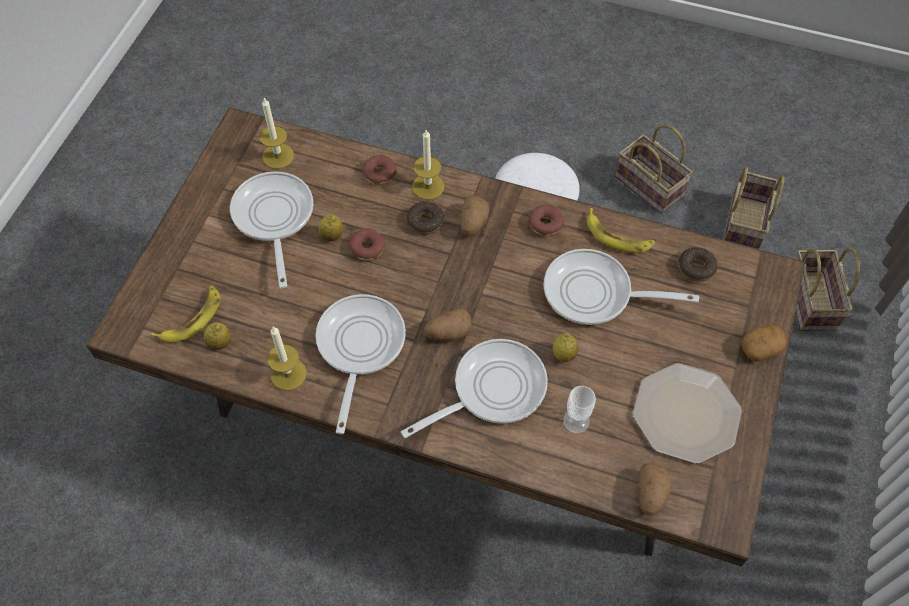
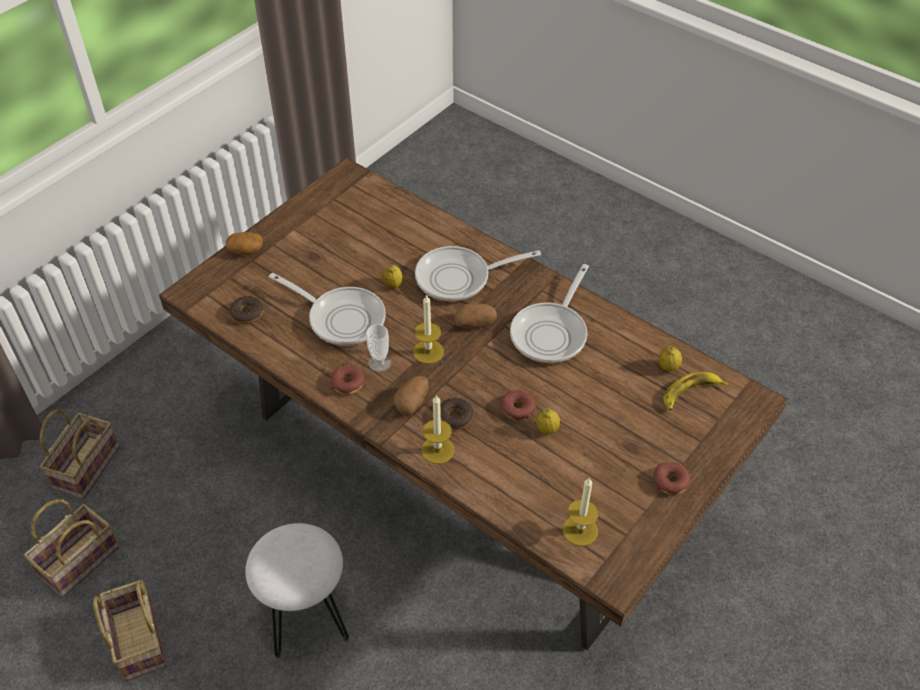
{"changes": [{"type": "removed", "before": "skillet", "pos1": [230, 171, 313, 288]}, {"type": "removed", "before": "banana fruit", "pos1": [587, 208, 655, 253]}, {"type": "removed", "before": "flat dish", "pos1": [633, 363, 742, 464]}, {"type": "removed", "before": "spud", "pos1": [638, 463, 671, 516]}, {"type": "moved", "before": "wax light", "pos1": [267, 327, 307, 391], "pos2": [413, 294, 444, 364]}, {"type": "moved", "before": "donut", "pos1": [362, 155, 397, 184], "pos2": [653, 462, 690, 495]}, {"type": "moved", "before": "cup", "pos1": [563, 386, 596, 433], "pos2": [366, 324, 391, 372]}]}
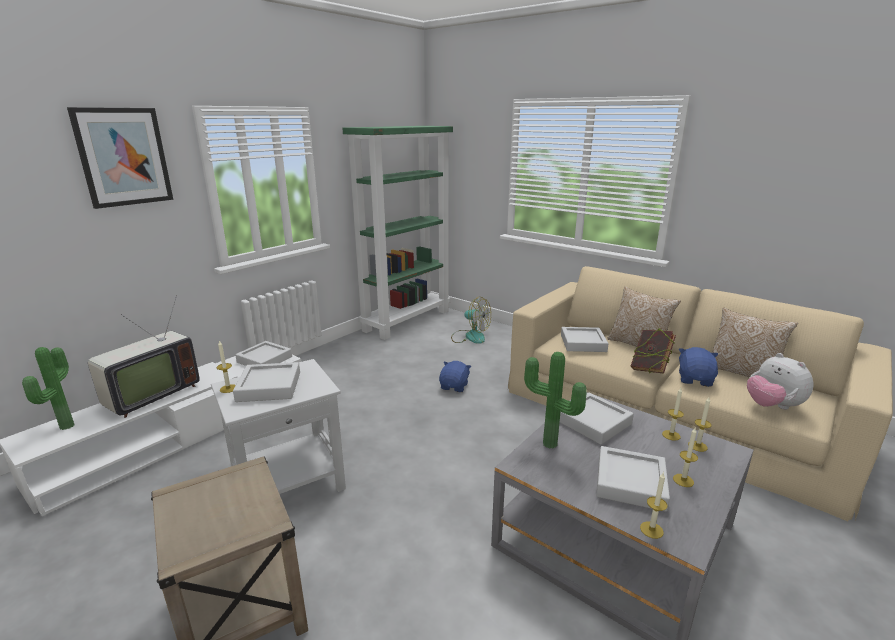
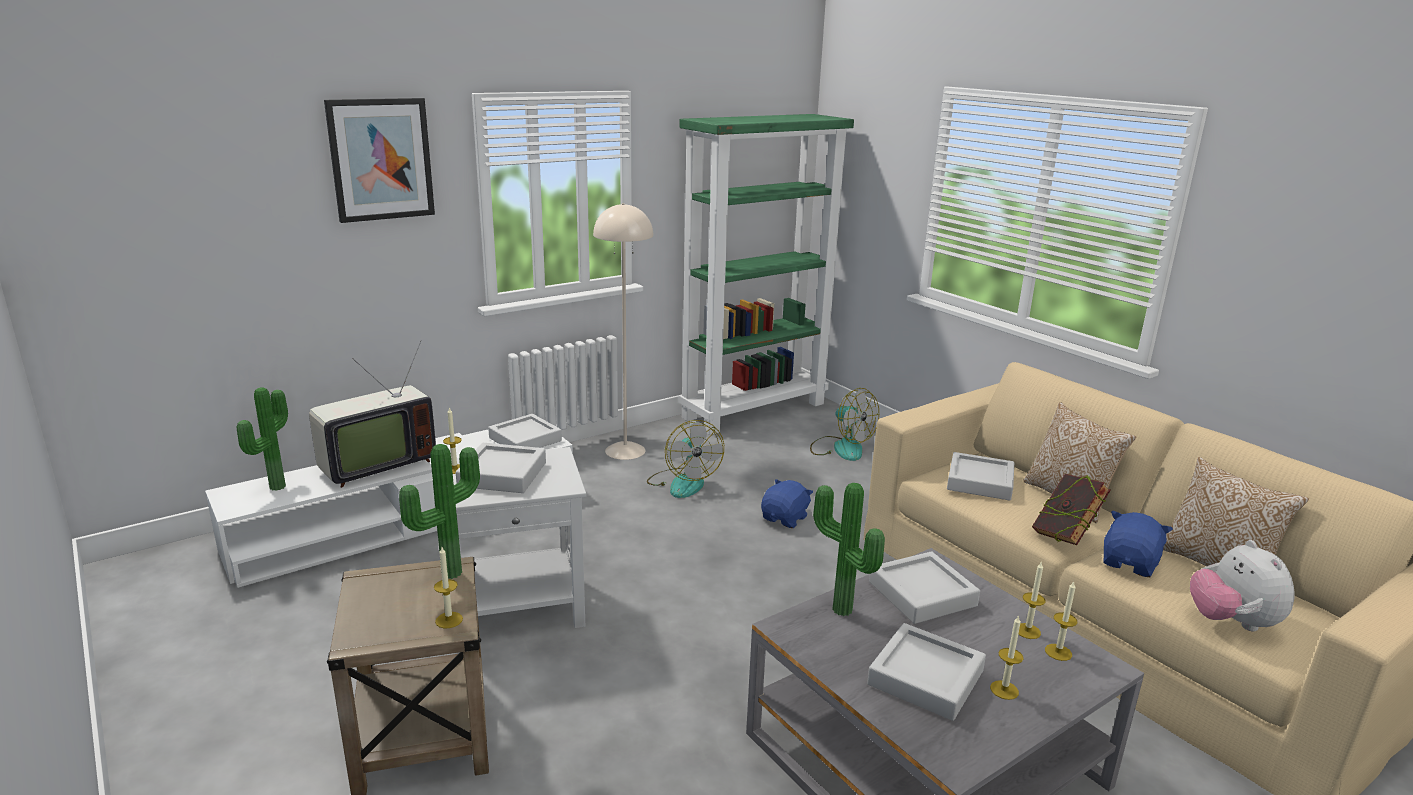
{"changes": [{"type": "added", "after": "houseplant", "pos2": [399, 444, 480, 579]}, {"type": "added", "after": "standing lamp (beige)", "pos2": [593, 203, 654, 460]}, {"type": "added", "after": "electric fan", "pos2": [647, 420, 724, 498]}, {"type": "moved", "before": "wax light", "pos1": [640, 472, 667, 539], "pos2": [434, 547, 463, 628]}]}
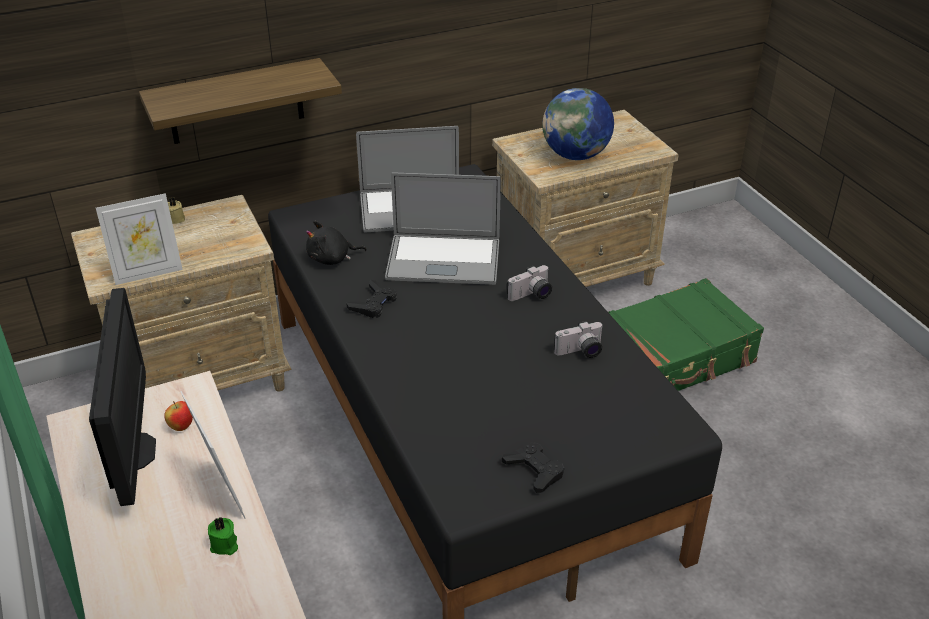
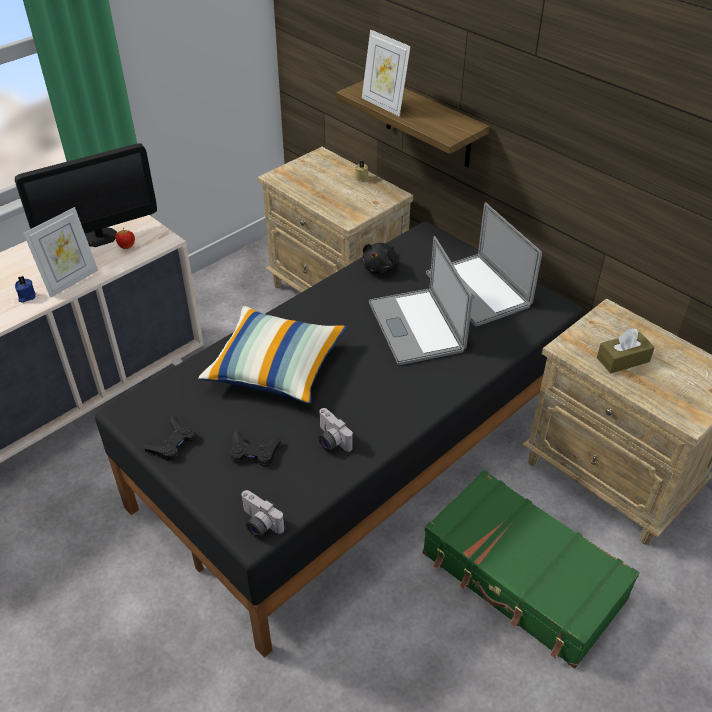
{"changes": [{"type": "added", "after": "cushion", "pos2": [198, 306, 348, 404]}, {"type": "moved", "before": "standing frame", "pos1": [96, 193, 183, 285], "pos2": [362, 30, 411, 116]}, {"type": "moved", "before": "gamepad (blackish)", "pos1": [346, 280, 397, 318], "pos2": [230, 430, 281, 467]}, {"type": "moved", "before": "photo camera", "pos1": [507, 265, 552, 301], "pos2": [242, 490, 285, 538]}, {"type": "replaced", "before": "desk globe", "after": "box of tissues (brown-coloured)", "pos1": [542, 88, 614, 160], "pos2": [597, 328, 655, 374]}, {"type": "recoloured", "before": "wax light (green-coloured)", "after": "wax light (bluish)", "pos1": [208, 518, 238, 555], "pos2": [15, 276, 35, 303]}, {"type": "turned", "before": "soft toy (blackish)", "pos1": [306, 221, 367, 265], "pos2": [362, 243, 399, 274], "turn": -120}]}
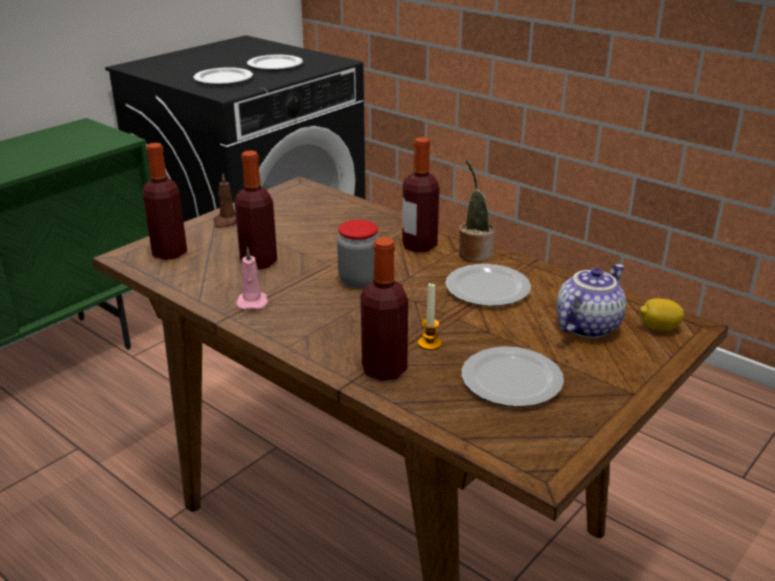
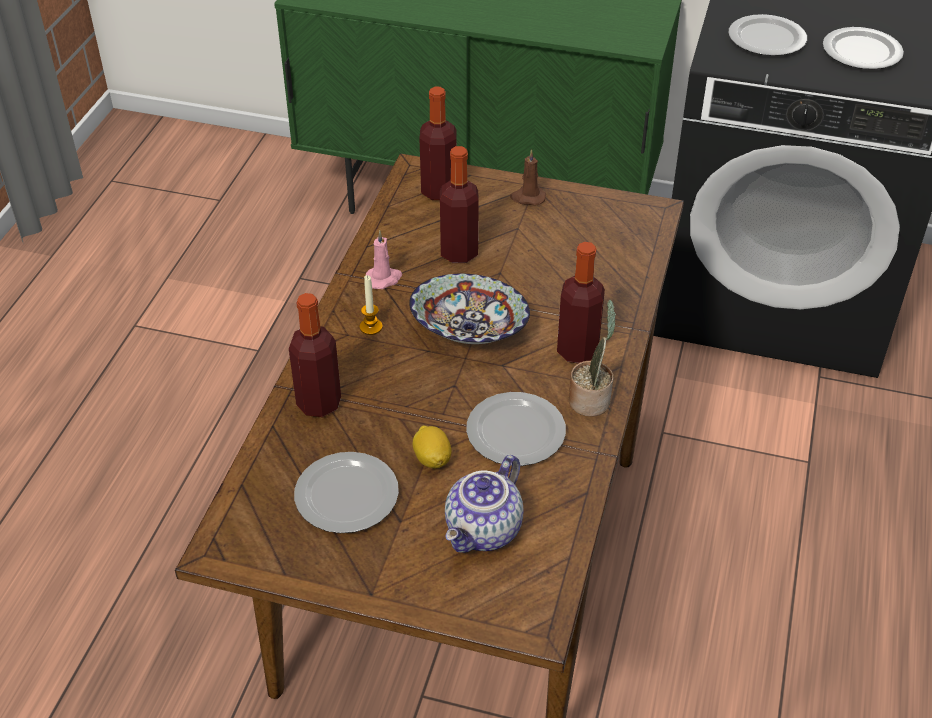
{"changes": [{"type": "moved", "before": "wax light", "pos1": [418, 282, 442, 350], "pos2": [360, 275, 383, 335]}, {"type": "moved", "before": "citrus fruit", "pos1": [640, 298, 684, 331], "pos2": [413, 425, 451, 468]}, {"type": "replaced", "before": "preserve jar", "after": "deep dish", "pos1": [337, 220, 379, 288], "pos2": [409, 274, 530, 344]}, {"type": "turned", "before": "tea pot", "pos1": [556, 264, 626, 338], "pos2": [445, 455, 523, 553], "turn": 105}]}
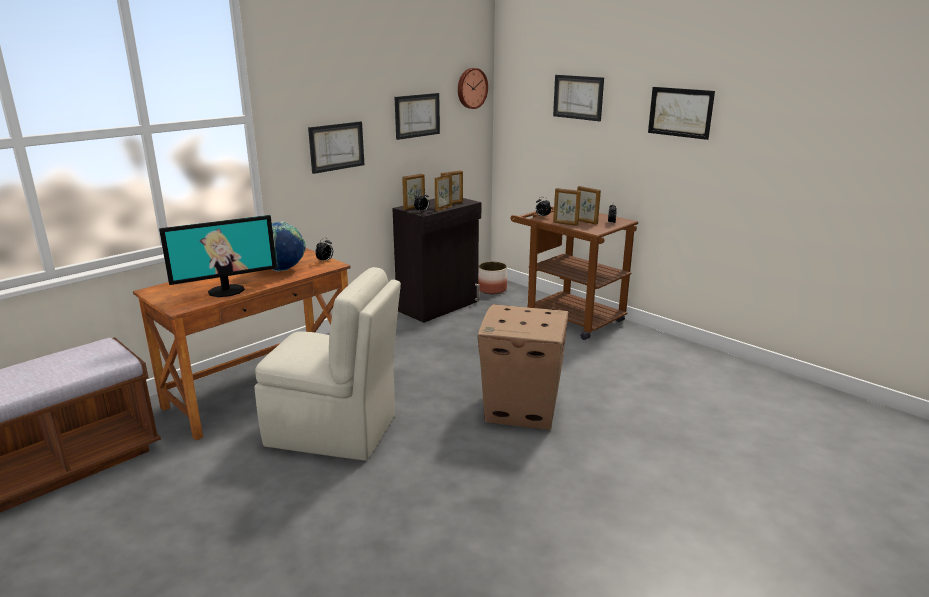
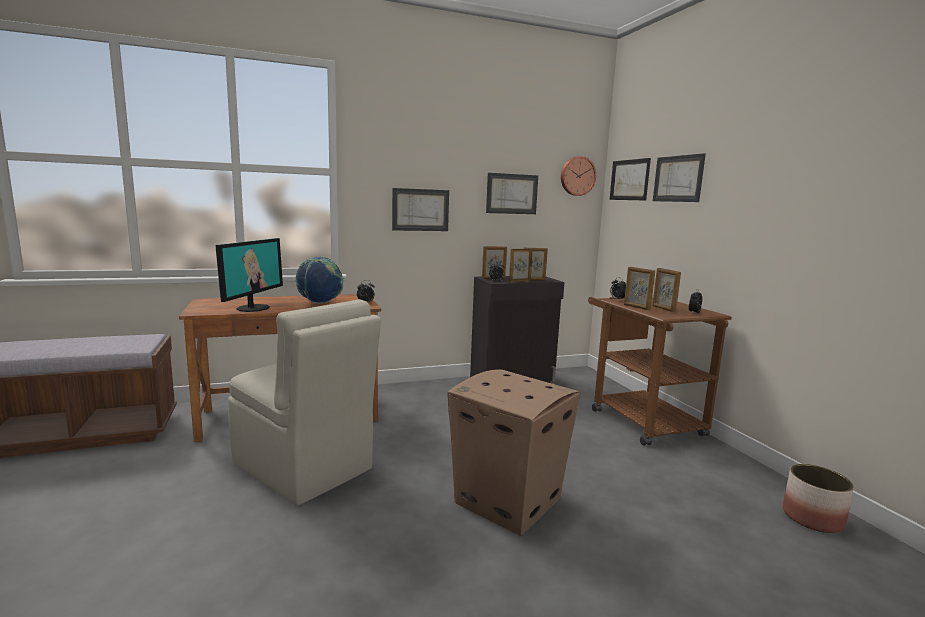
{"changes": [{"type": "moved", "before": "flower pot", "pos1": [478, 262, 507, 294], "pos2": [783, 464, 854, 533]}, {"type": "moved", "before": "wall art", "pos1": [648, 87, 715, 140], "pos2": [610, 158, 651, 200]}, {"type": "turned", "before": "computer screen", "pos1": [159, 215, 277, 297], "pos2": [216, 238, 283, 312], "turn": -75}]}
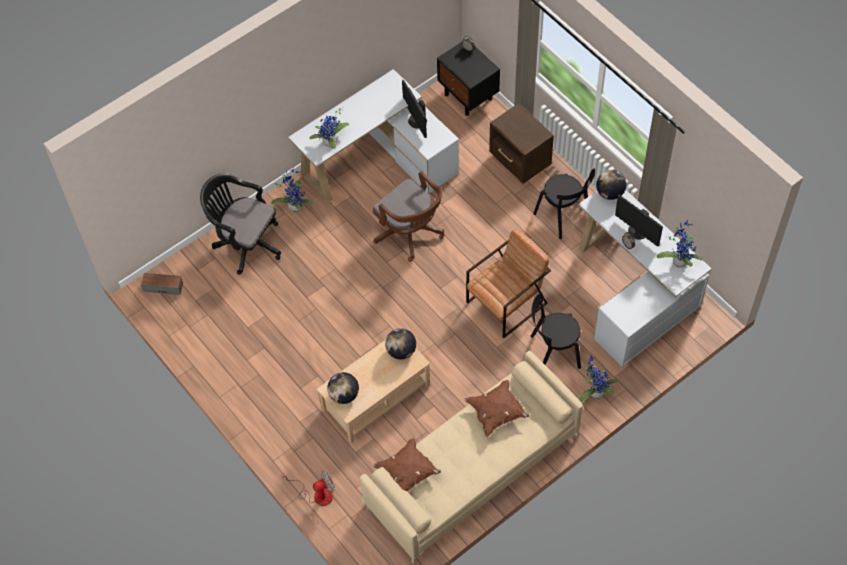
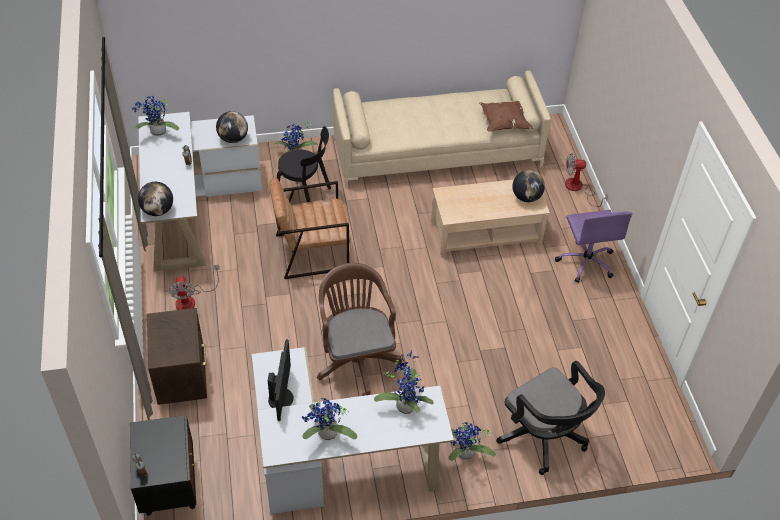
{"changes": [{"type": "removed", "before": "speaker", "pos1": [141, 273, 183, 295]}, {"type": "removed", "before": "cushion (brown-coloured)", "pos1": [465, 380, 529, 437]}, {"type": "removed", "before": "computer screen", "pos1": [615, 195, 663, 247]}, {"type": "added", "after": "houseplant", "pos2": [302, 398, 357, 440]}, {"type": "added", "after": "computer chair (purple)", "pos2": [555, 210, 632, 283]}, {"type": "moved", "before": "desk globe", "pos1": [385, 328, 416, 359], "pos2": [216, 111, 248, 143]}, {"type": "replaced", "before": "plain chair (blackish)", "after": "electric fan", "pos1": [533, 168, 595, 239], "pos2": [169, 265, 220, 310]}]}
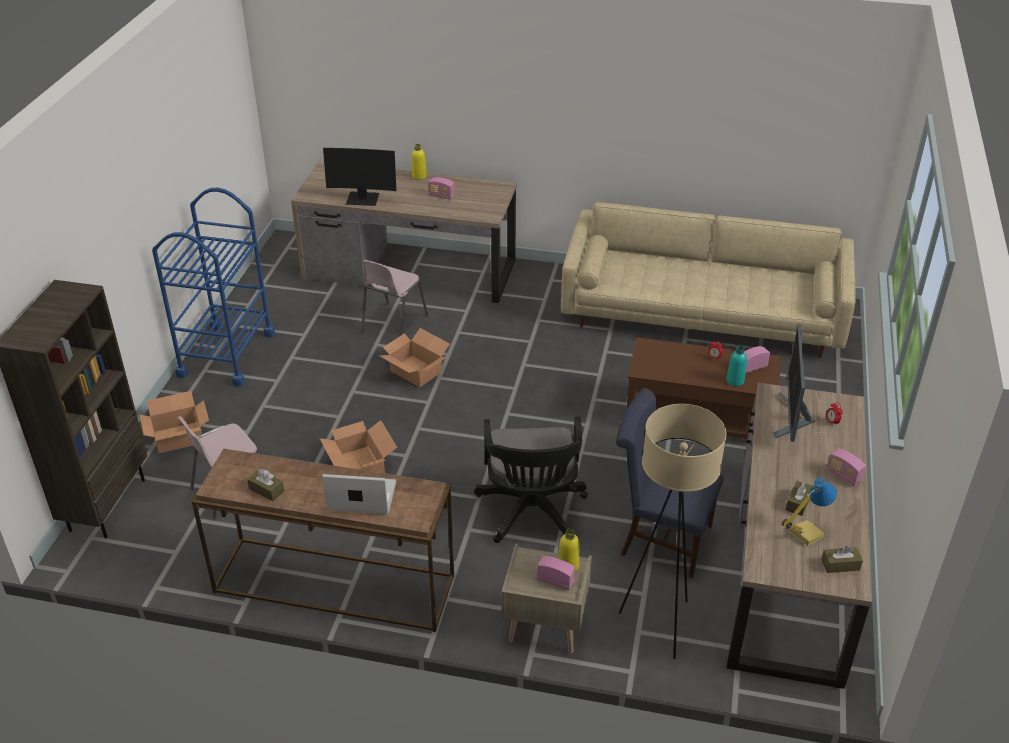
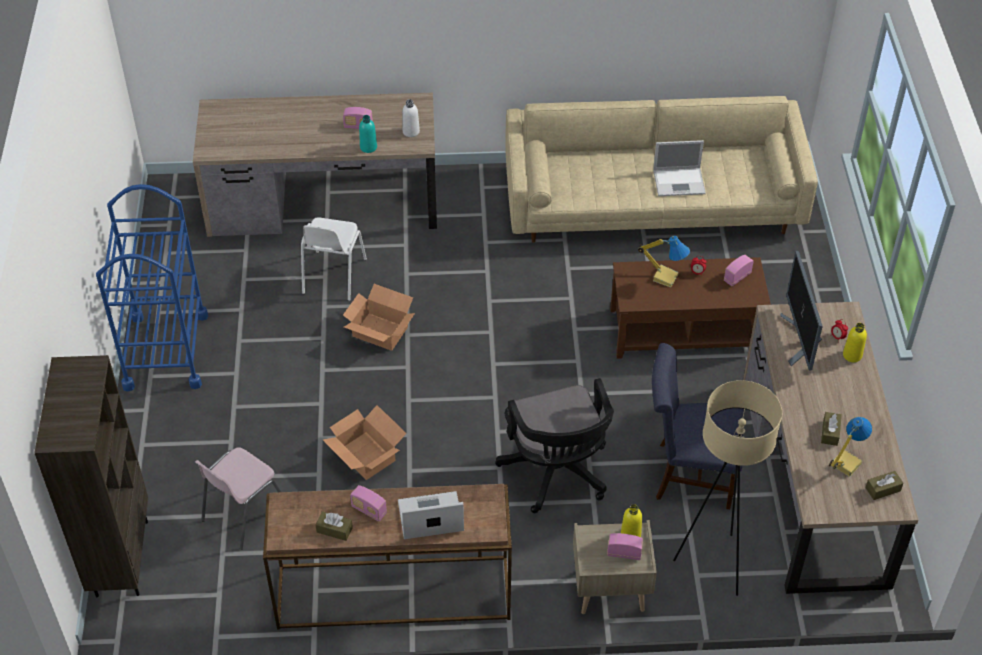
{"changes": [{"type": "removed", "before": "packing box", "pos1": [140, 391, 209, 453]}, {"type": "removed", "before": "computer screen", "pos1": [323, 148, 396, 206]}, {"type": "added", "after": "drink bottle (whitish)", "pos2": [402, 99, 420, 137]}, {"type": "added", "after": "tabletop lamp", "pos2": [638, 236, 690, 287]}, {"type": "added", "after": "portable computer", "pos2": [653, 140, 706, 196]}, {"type": "moved", "before": "drink bottle (yellow)", "pos1": [412, 144, 427, 180], "pos2": [843, 323, 867, 362]}, {"type": "moved", "before": "drink bottle (turquoise)", "pos1": [726, 346, 747, 386], "pos2": [359, 115, 377, 153]}, {"type": "moved", "before": "radio receiver", "pos1": [827, 448, 866, 486], "pos2": [350, 485, 387, 522]}, {"type": "recoloured", "before": "plain chair (pink)", "after": "plain chair (whitish)", "pos1": [361, 260, 428, 336], "pos2": [301, 217, 367, 301]}]}
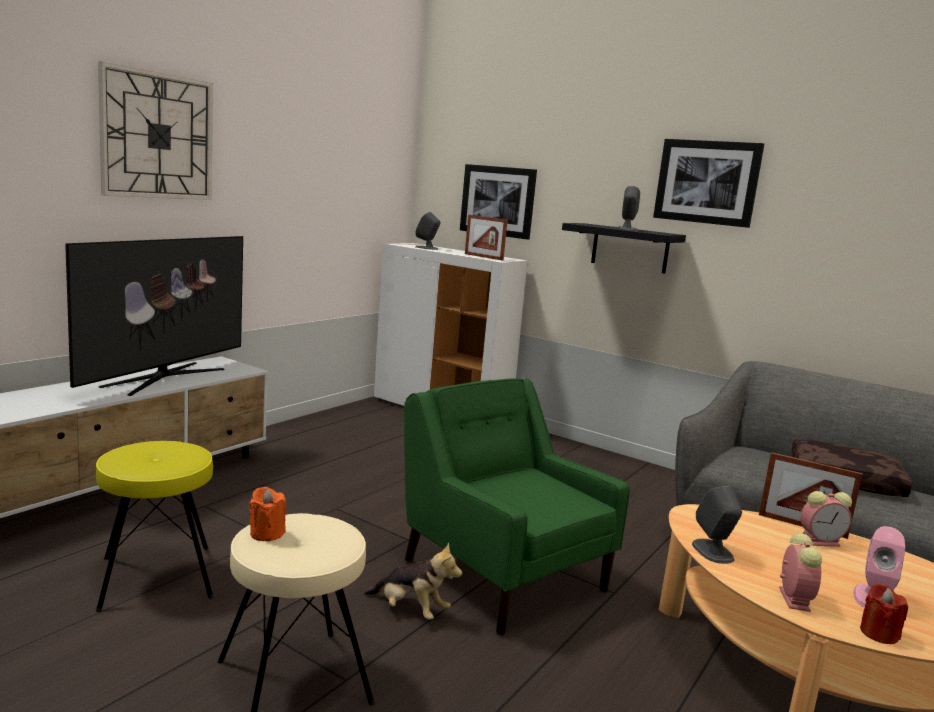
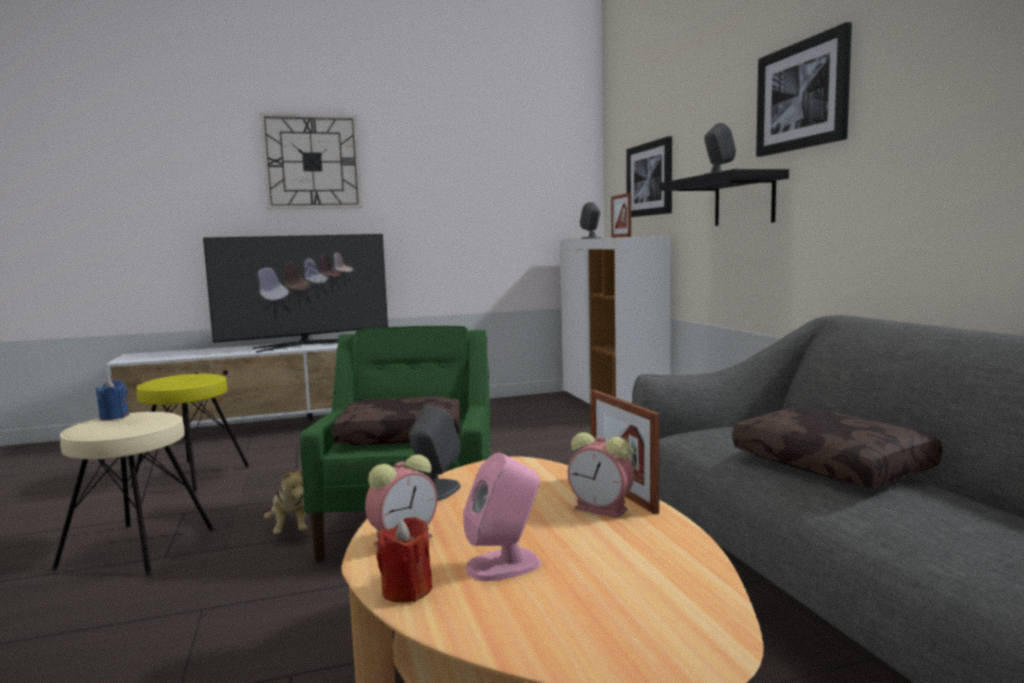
{"changes": [{"type": "added", "after": "cushion (brown-coloured)", "pos2": [332, 397, 460, 446]}, {"type": "recoloured", "before": "wax light (orangey)", "after": "wax light (bluish)", "pos1": [249, 487, 286, 541], "pos2": [95, 379, 129, 420]}]}
